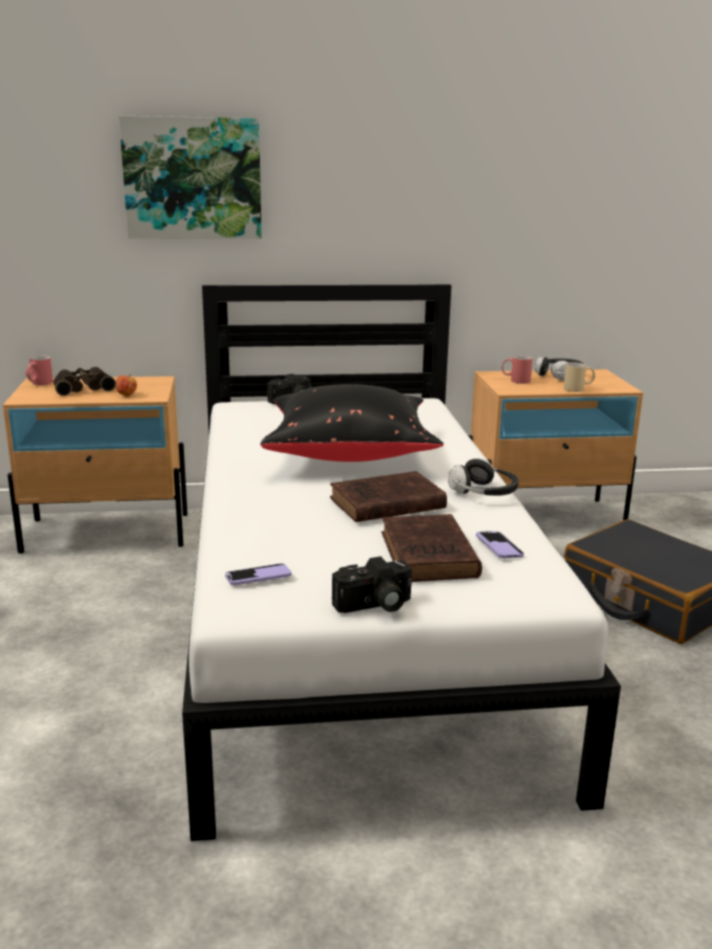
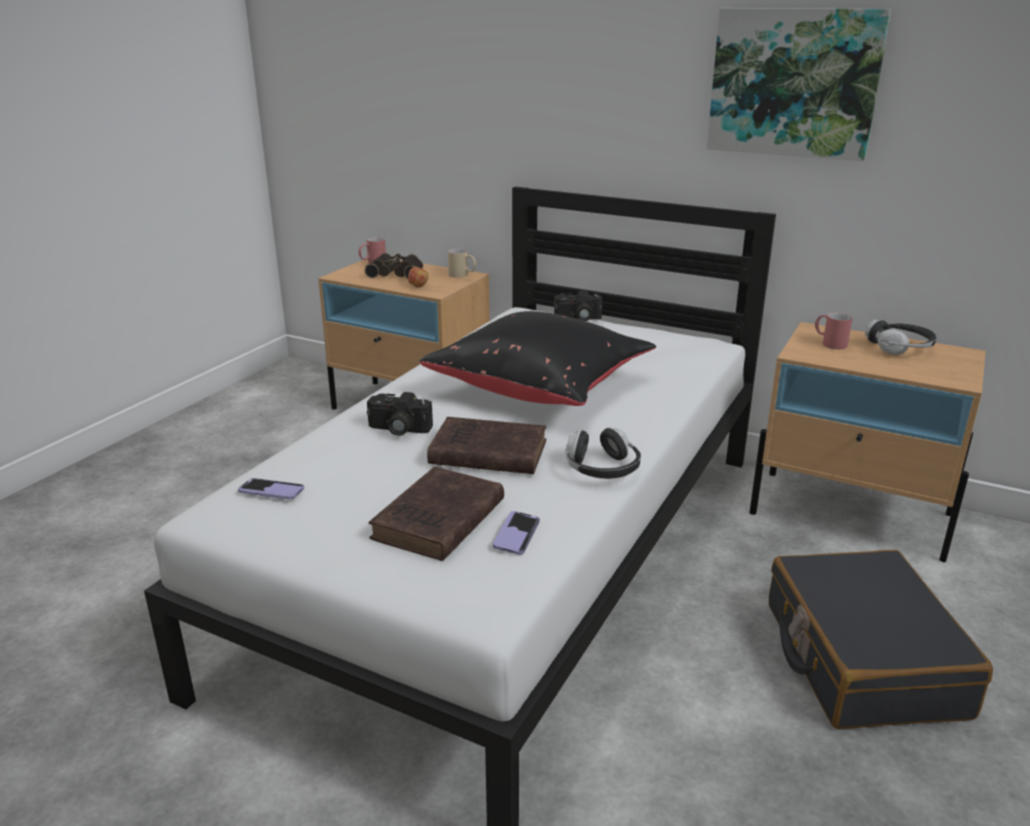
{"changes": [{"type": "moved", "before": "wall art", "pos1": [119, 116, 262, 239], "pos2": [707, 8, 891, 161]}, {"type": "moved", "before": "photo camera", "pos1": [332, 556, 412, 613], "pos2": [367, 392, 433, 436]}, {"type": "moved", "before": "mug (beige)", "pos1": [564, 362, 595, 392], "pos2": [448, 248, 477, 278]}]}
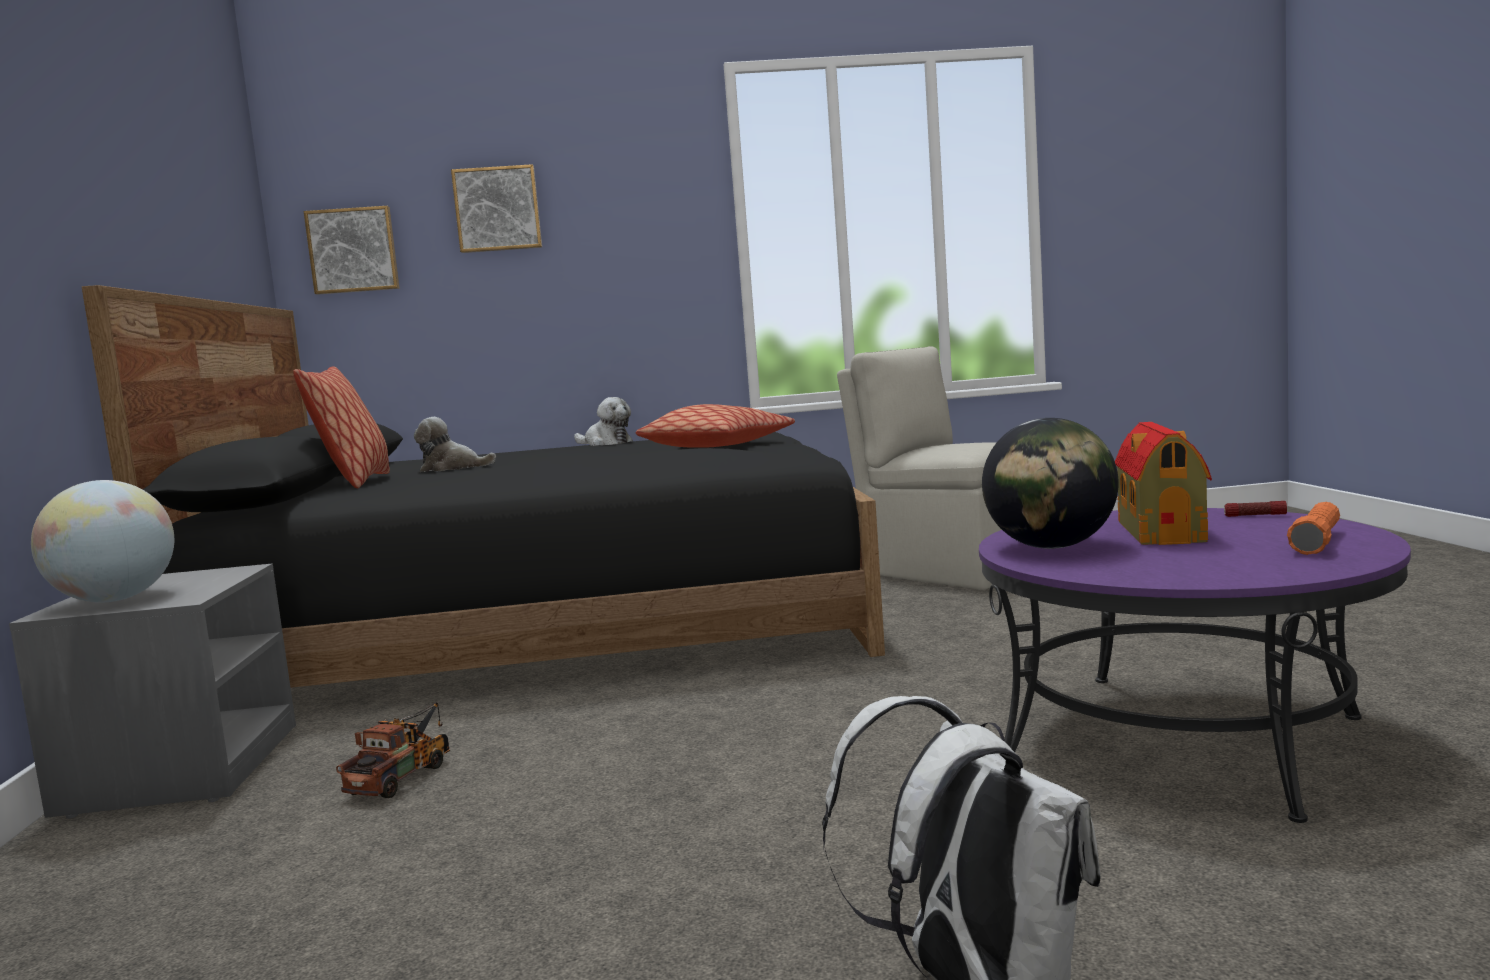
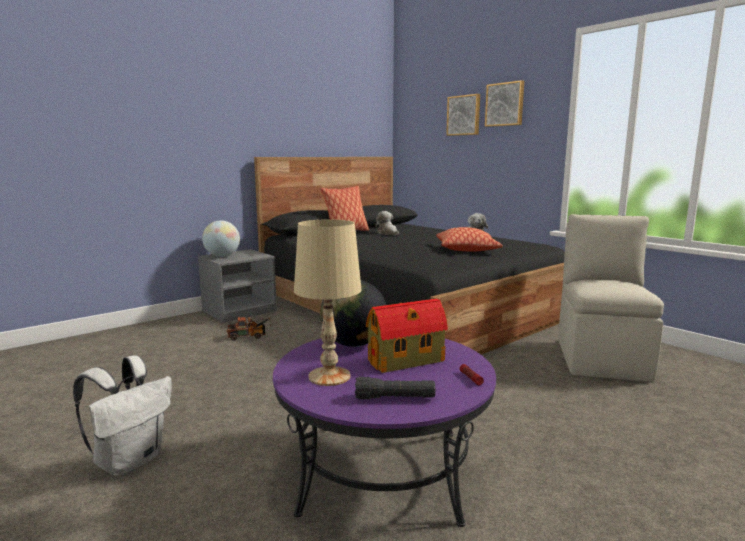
{"changes": [{"type": "added", "after": "tabletop lamp (beige)", "pos2": [294, 219, 362, 386]}, {"type": "moved", "before": "wall art", "pos1": [304, 206, 400, 295], "pos2": [485, 80, 524, 127]}, {"type": "recoloured", "before": "torch (orangey)", "after": "torch (blackish)", "pos1": [1287, 502, 1340, 555], "pos2": [355, 377, 435, 399]}]}
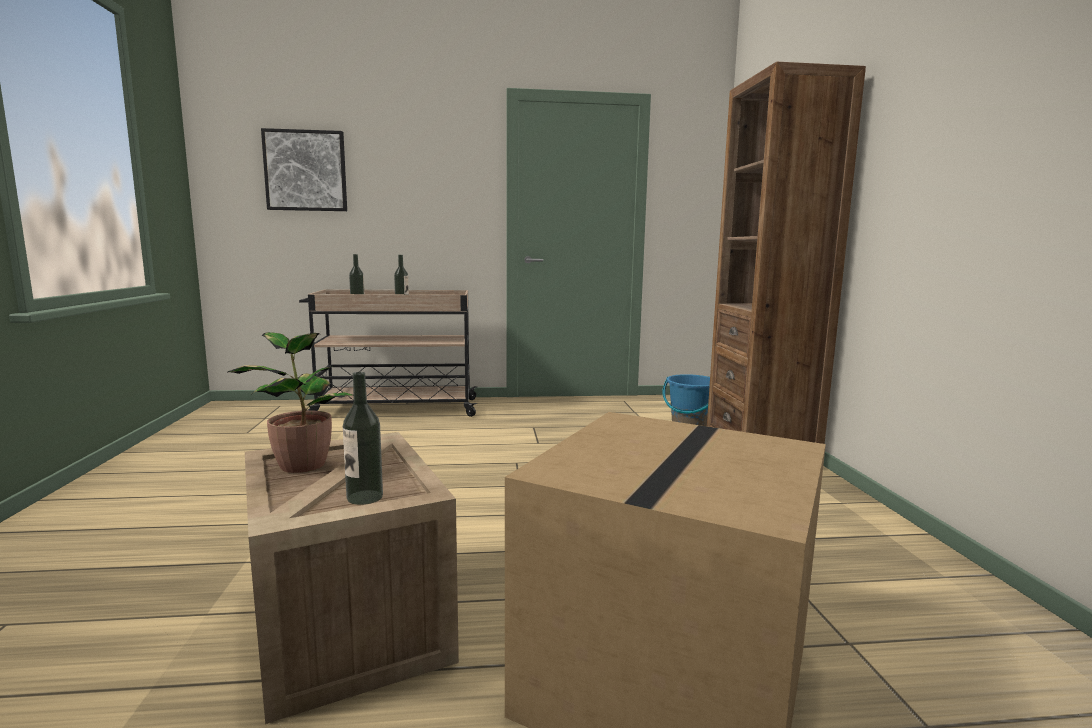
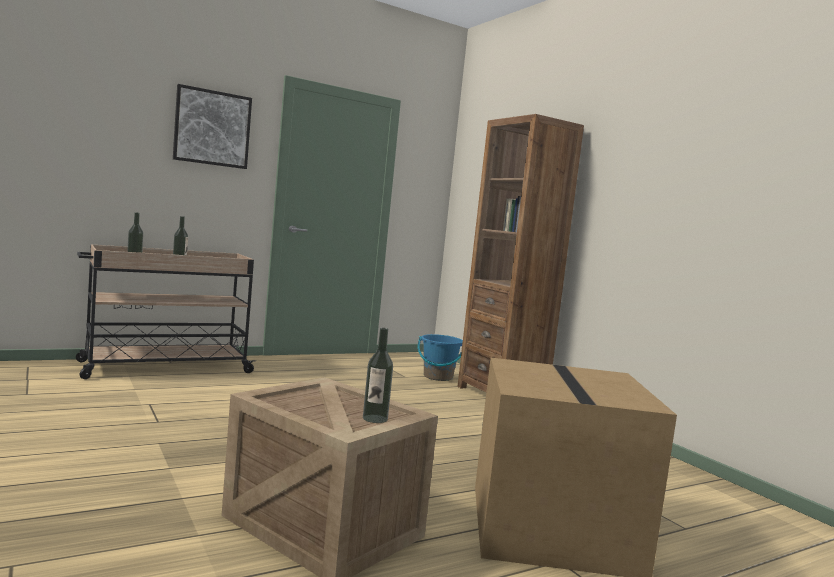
{"changes": [{"type": "removed", "before": "houseplant", "pos1": [227, 332, 353, 473]}, {"type": "moved", "before": "wall art", "pos1": [261, 128, 347, 211], "pos2": [173, 84, 252, 169]}]}
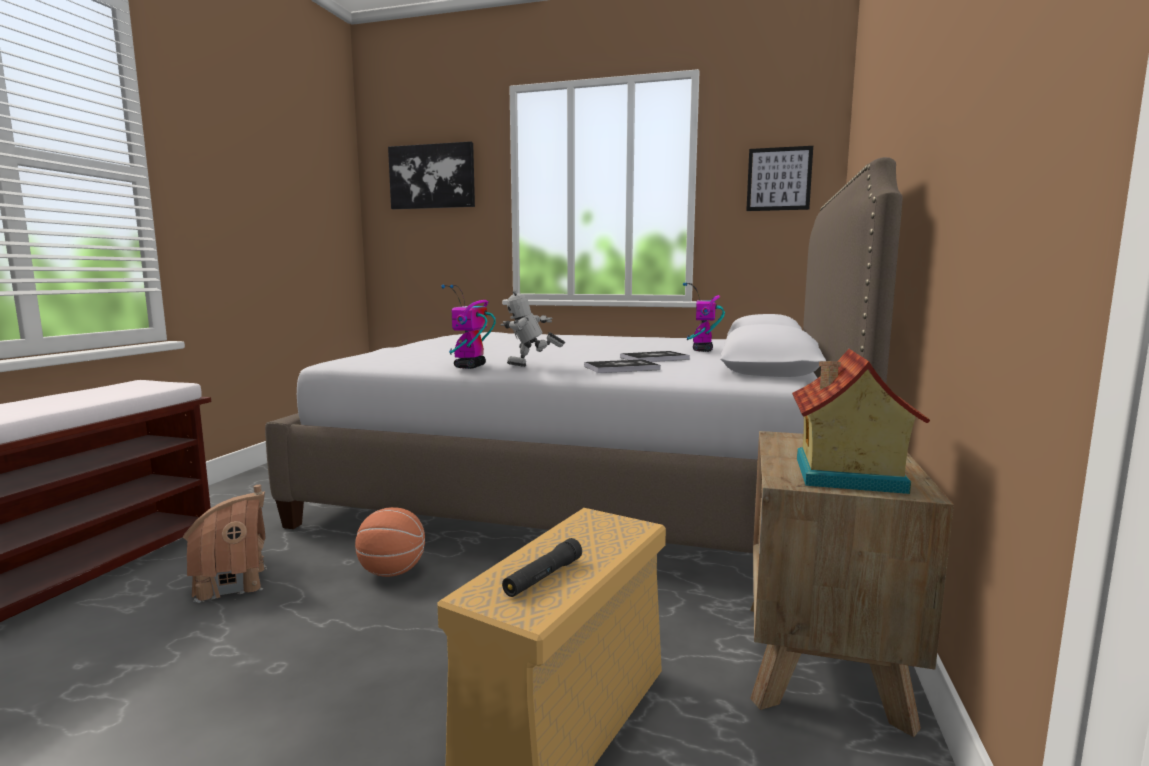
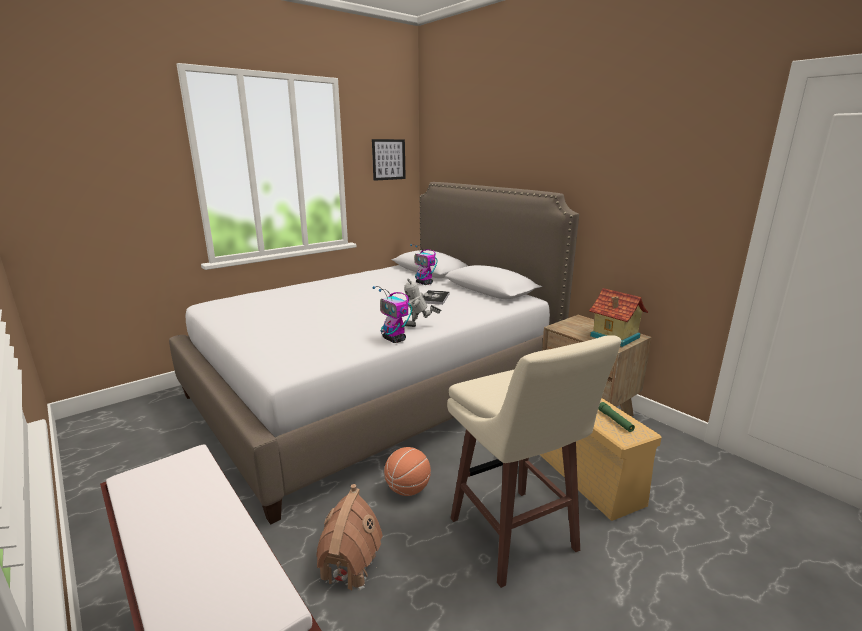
{"changes": [{"type": "removed", "before": "wall art", "pos1": [388, 141, 475, 209]}, {"type": "removed", "before": "volume", "pos1": [584, 359, 660, 373]}, {"type": "added", "after": "stool seat (beige)", "pos2": [447, 335, 621, 588]}, {"type": "recoloured", "before": "torch (blackish)", "after": "torch (green-coloured)", "pos1": [502, 538, 582, 597], "pos2": [598, 402, 635, 432]}, {"type": "turned", "before": "toy robot", "pos1": [500, 290, 565, 367], "pos2": [404, 278, 441, 327], "turn": 45}]}
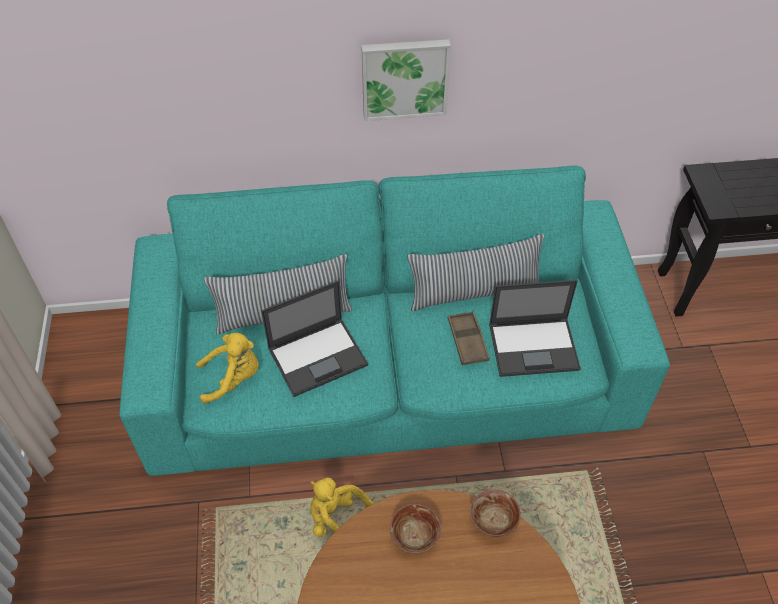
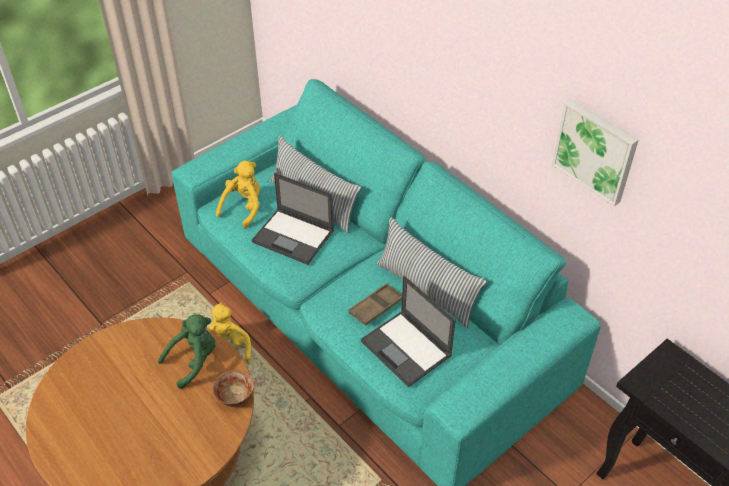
{"changes": [{"type": "moved", "before": "wall art", "pos1": [361, 39, 451, 121], "pos2": [552, 99, 639, 206]}, {"type": "replaced", "before": "deep dish", "after": "soft toy (green-coloured)", "pos1": [390, 503, 441, 554], "pos2": [158, 314, 215, 389]}, {"type": "turned", "before": "soft toy (yellow)", "pos1": [196, 333, 259, 404], "pos2": [216, 161, 260, 229], "turn": -105}]}
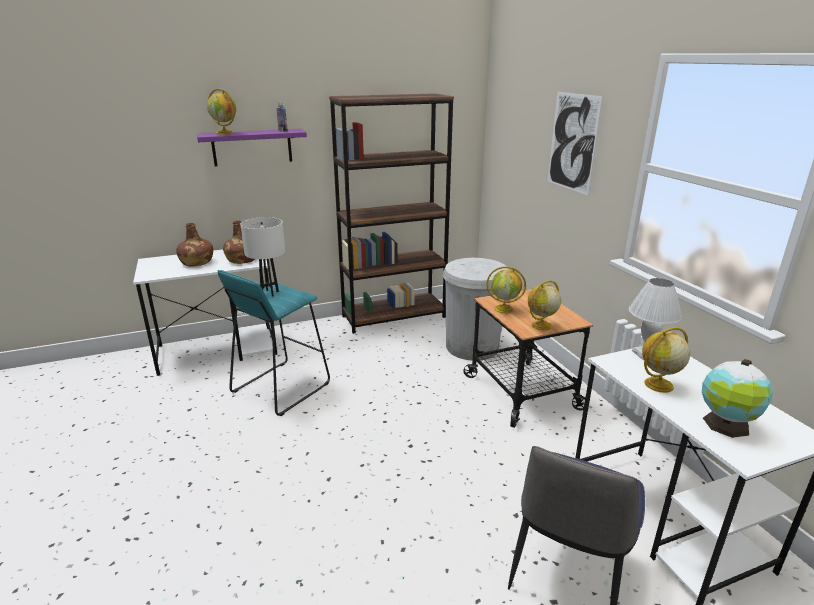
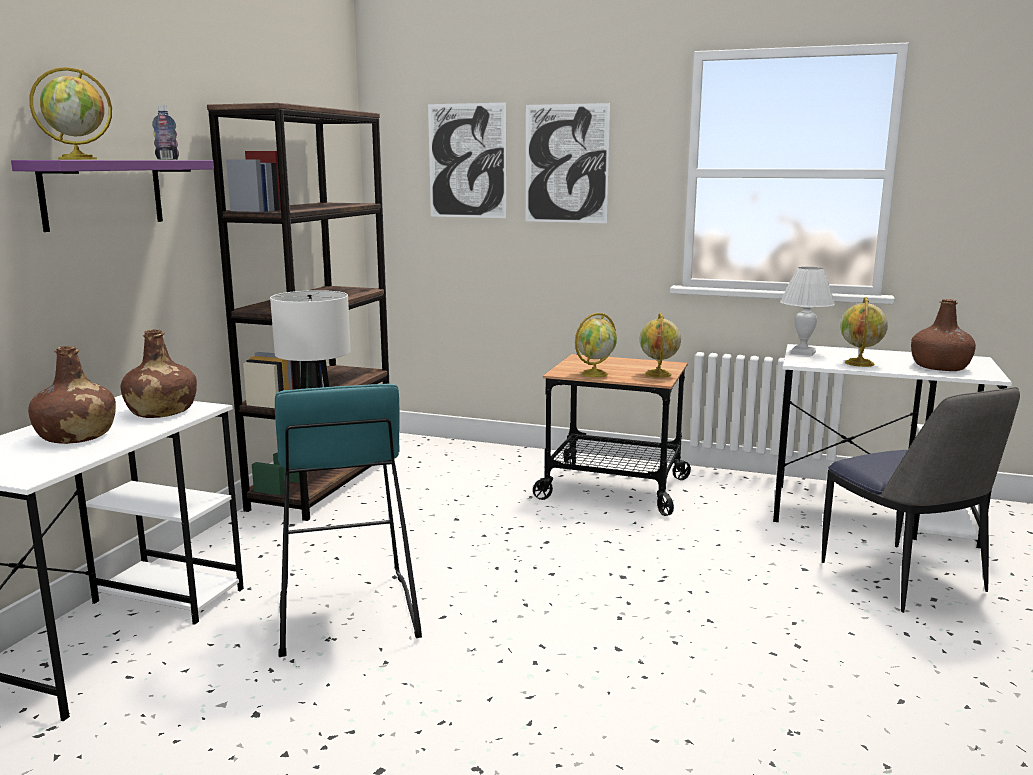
{"changes": [{"type": "removed", "before": "rubbish bin (whitish)", "pos1": [443, 258, 509, 360]}, {"type": "added", "after": "wall art", "pos2": [428, 103, 506, 218]}, {"type": "replaced", "before": "desk globe", "after": "drink bottle (brown-coloured)", "pos1": [702, 359, 773, 438], "pos2": [911, 299, 976, 371]}]}
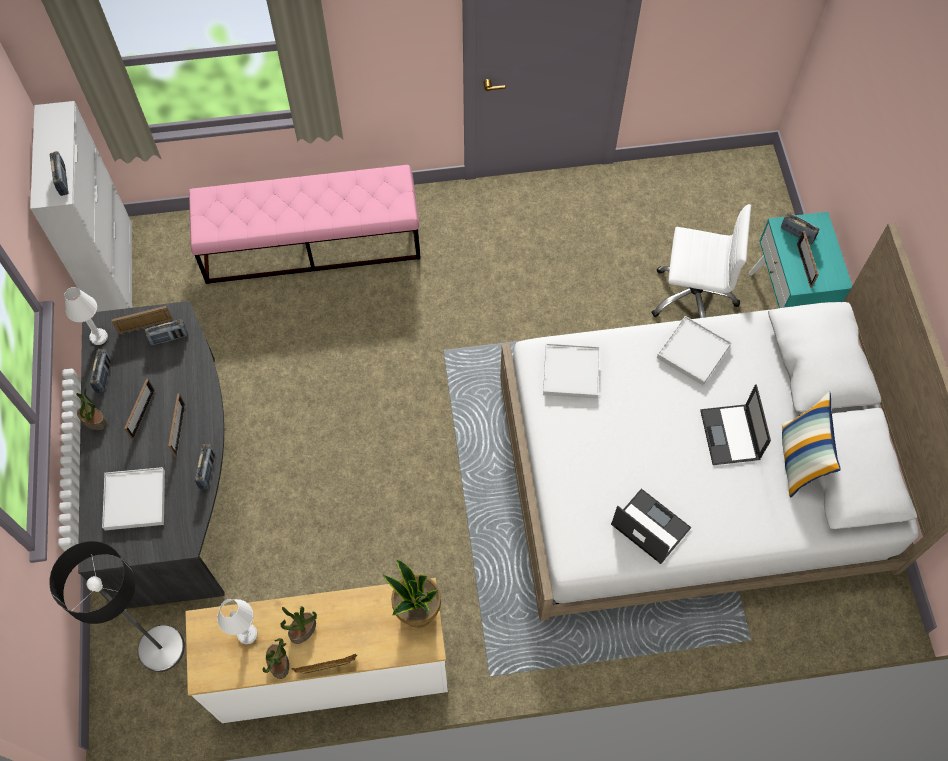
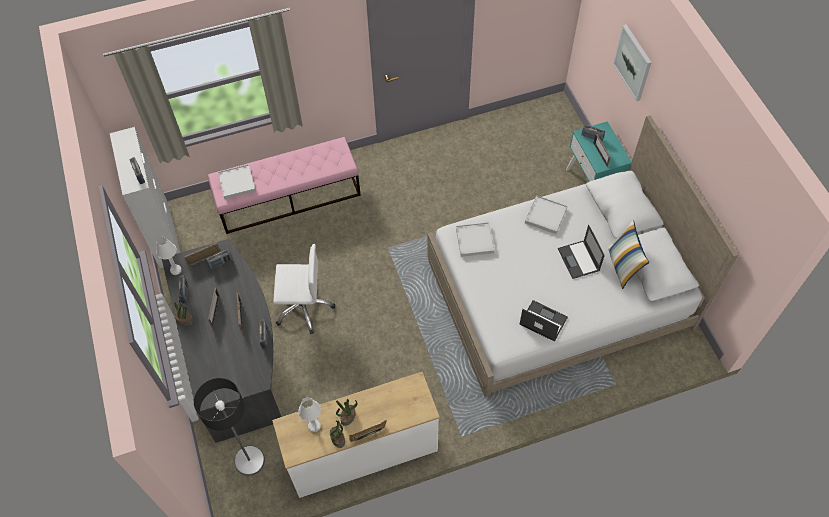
{"changes": [{"type": "removed", "before": "houseplant", "pos1": [383, 560, 441, 628]}, {"type": "added", "after": "wall art", "pos2": [613, 24, 652, 101]}, {"type": "moved", "before": "carrying tray (whitish)", "pos1": [102, 467, 165, 530], "pos2": [218, 164, 256, 199]}, {"type": "moved", "before": "computer chair (whitish)", "pos1": [651, 204, 751, 318], "pos2": [273, 244, 335, 334]}]}
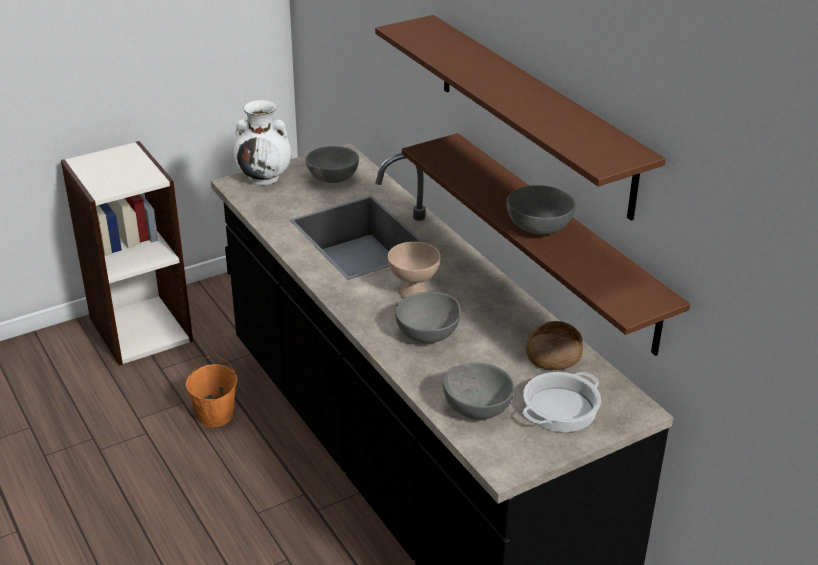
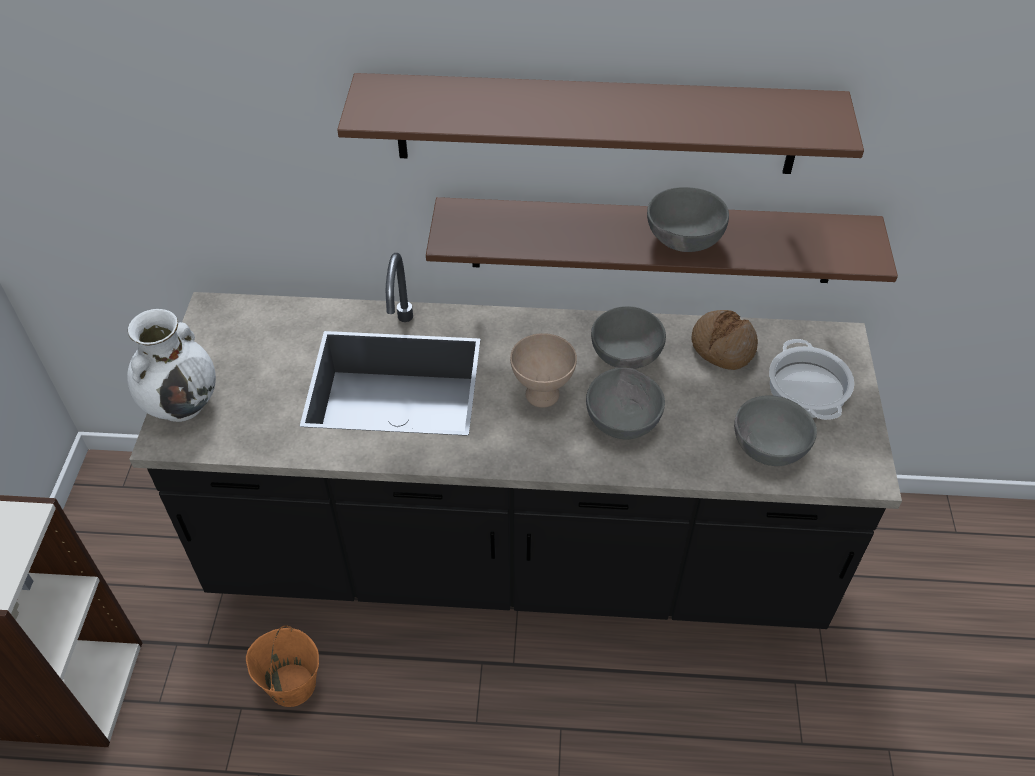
{"changes": [{"type": "moved", "before": "deep dish (greyish)", "pos1": [306, 146, 359, 183], "pos2": [591, 306, 666, 369]}]}
